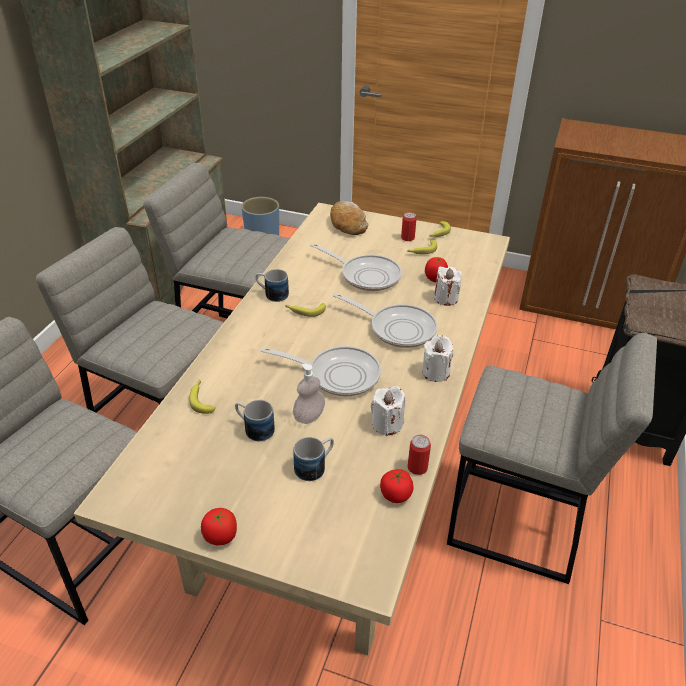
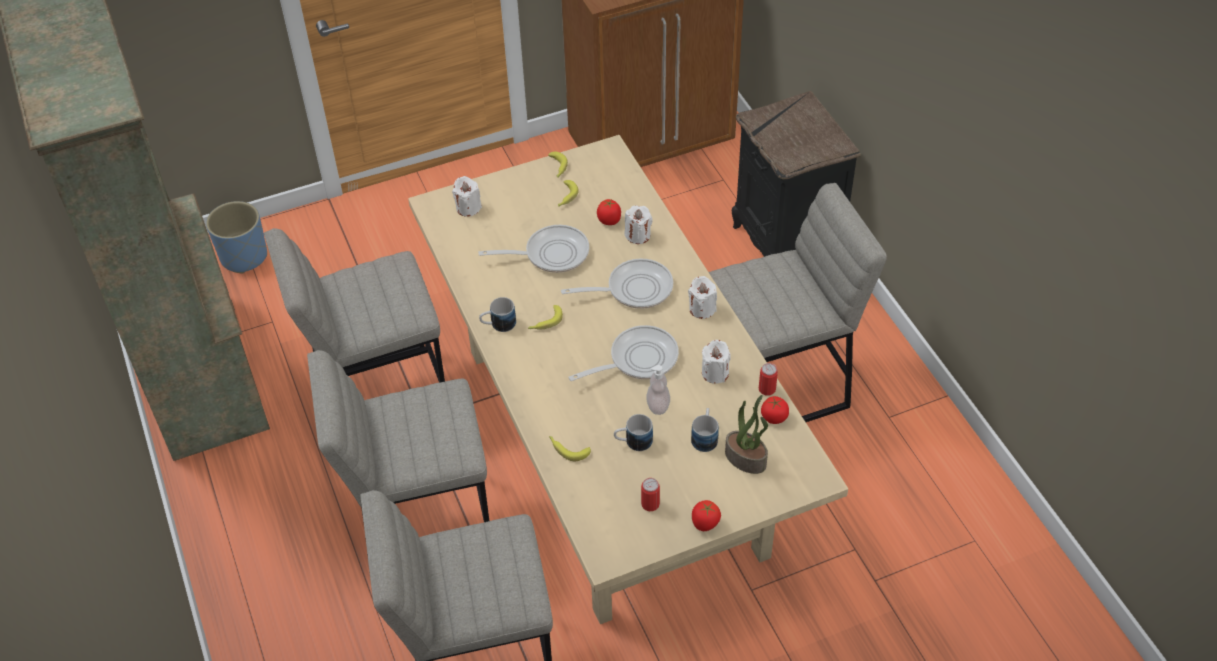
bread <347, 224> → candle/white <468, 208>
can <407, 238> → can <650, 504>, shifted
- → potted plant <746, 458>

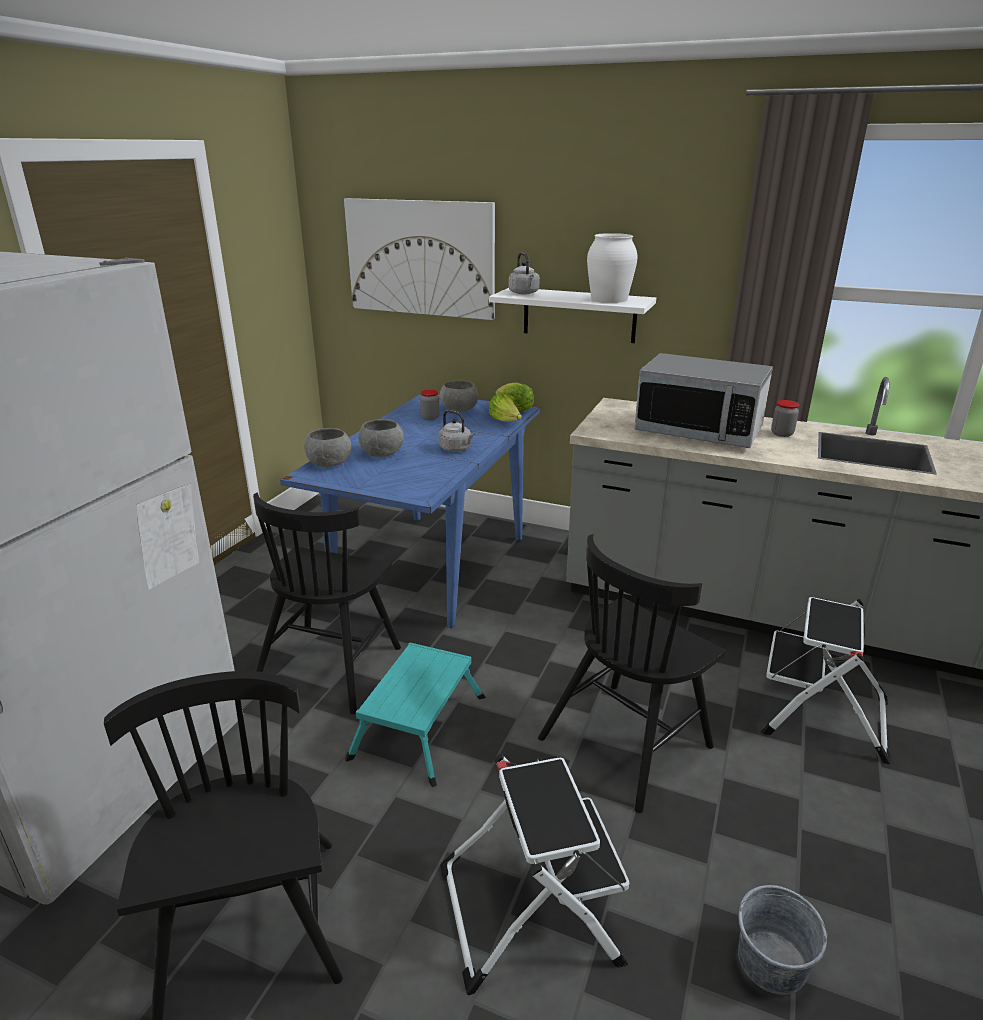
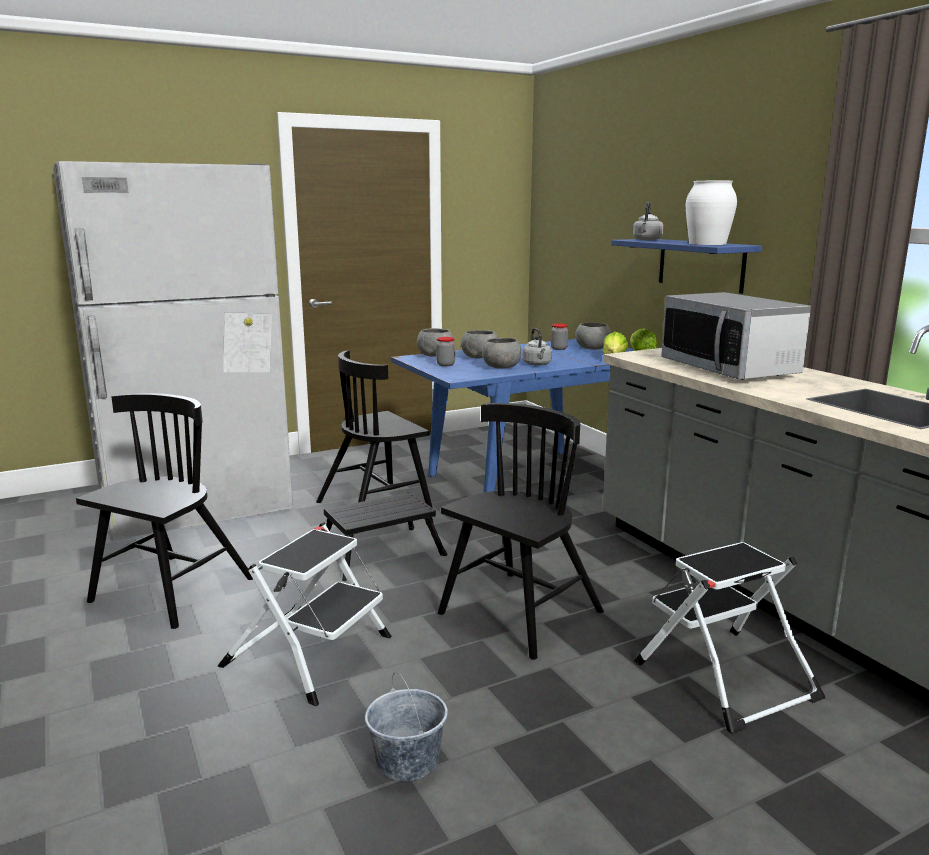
step ladder/turquoise <419, 726> → step ladder/black <381, 552>
jar <782, 434> → jar <445, 364>, shifted
chair/black <630, 737> → chair/black <515, 615>, 135 degrees clockwise
- → bowl/grey <501, 367>
shelf/white <579, 315> → shelf/blue <700, 264>
picture <420, 258> → -

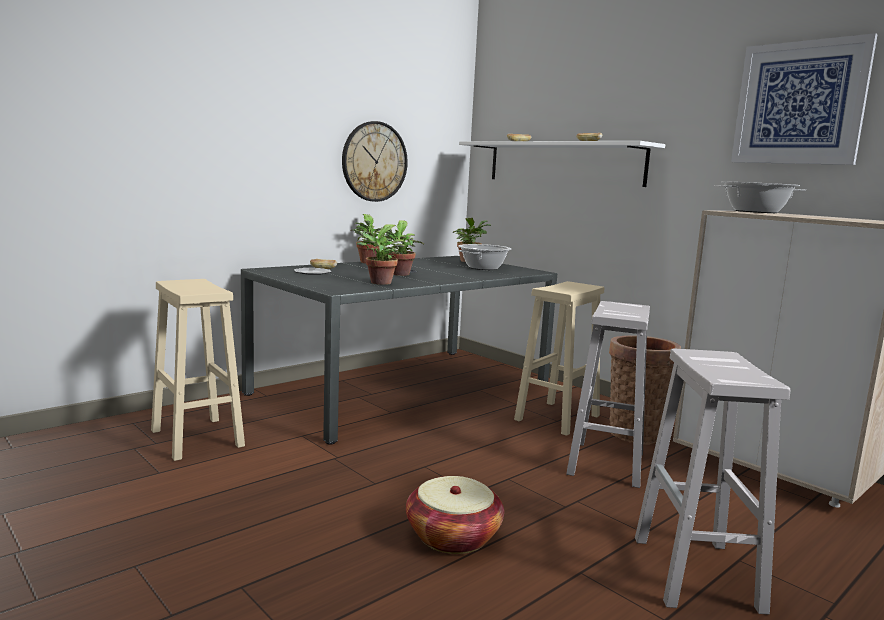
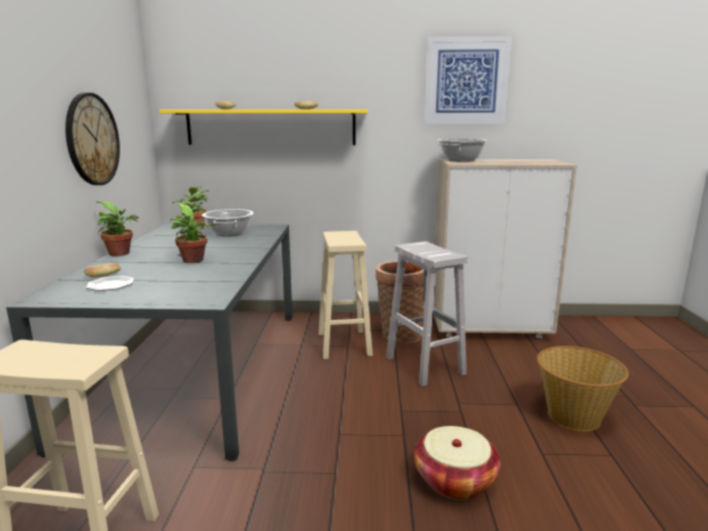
shelf/white <563, 163> → shelf/yellow <271, 127>
stool/white <697, 574> → basket <574, 416>
potted plant <378, 283> → -

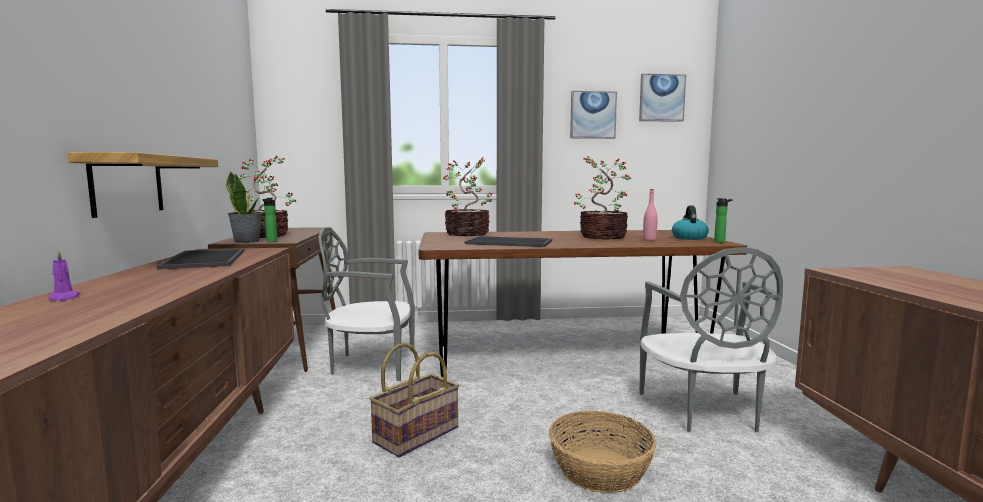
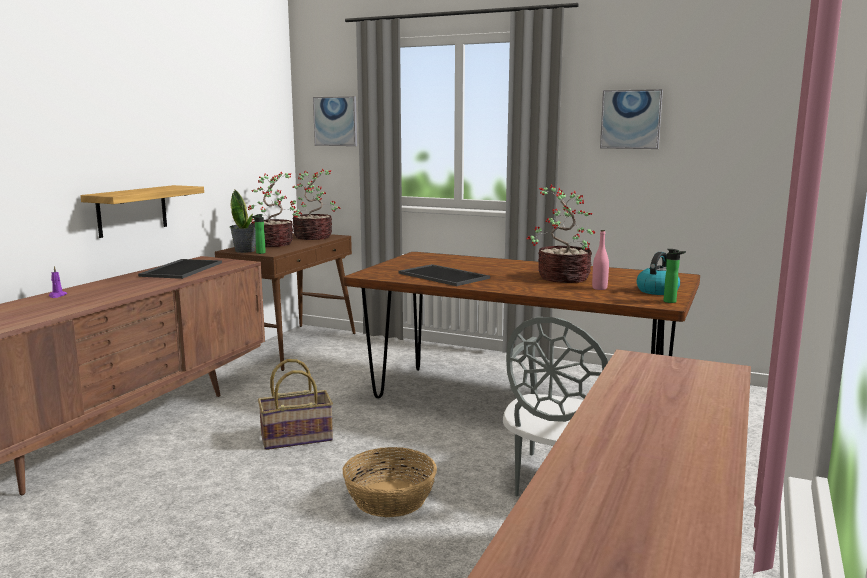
potted plant <468, 234> → potted plant <314, 237>, shifted
picture <661, 98> → picture <335, 121>, shifted
chair/grey <371, 364> → -

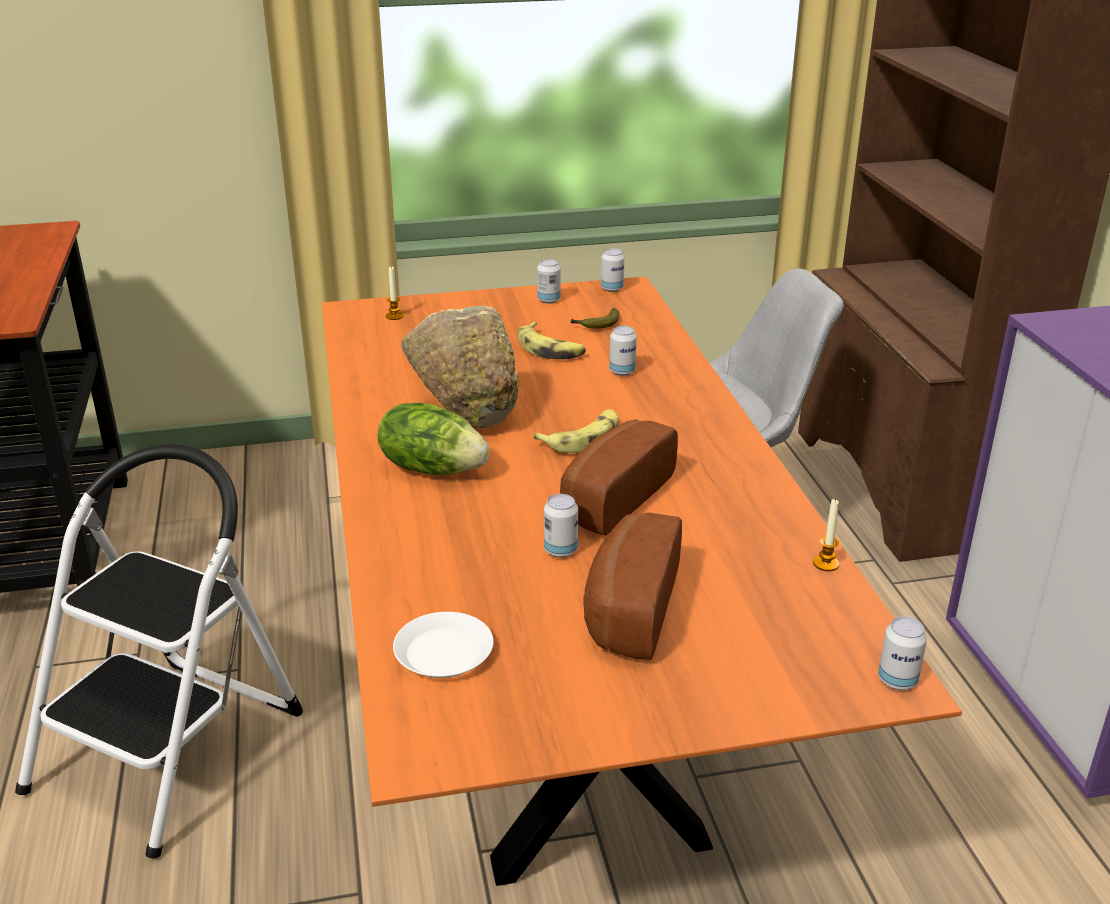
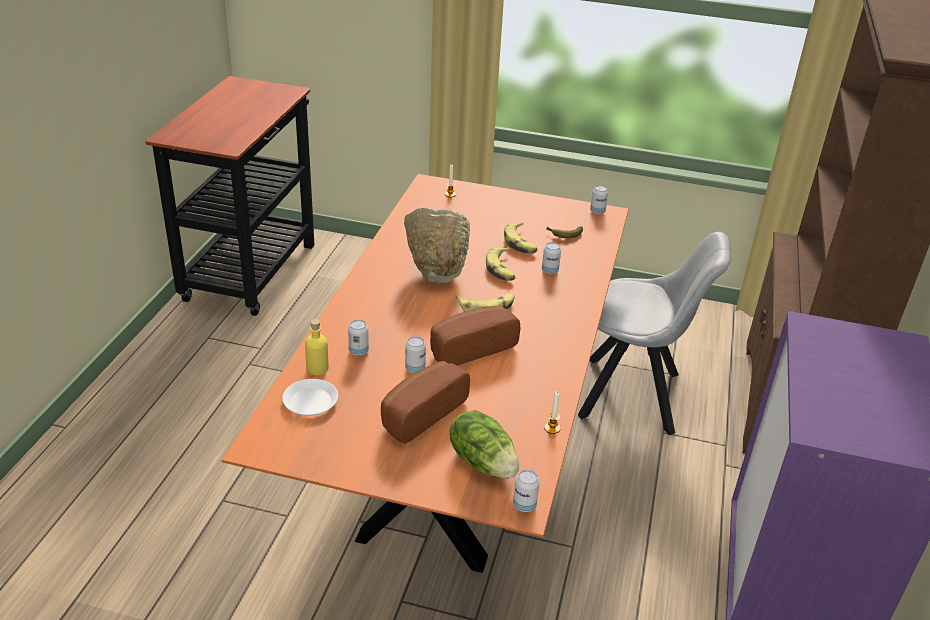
- → bottle/yellow <317, 368>
can <548, 300> → can <358, 351>, shifted
lettuce <432, 468> → lettuce <483, 461>, shifted
- → banana <502, 269>
step ladder <174, 746> → -

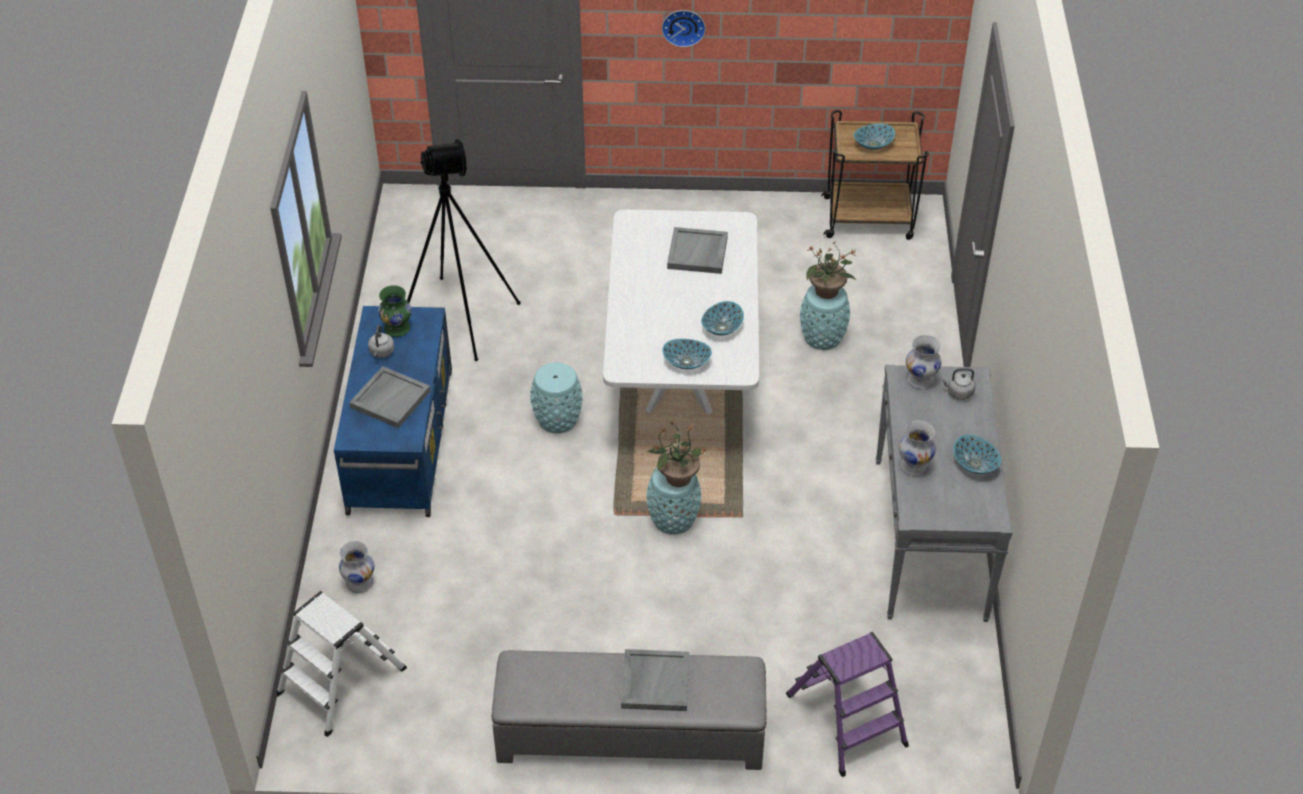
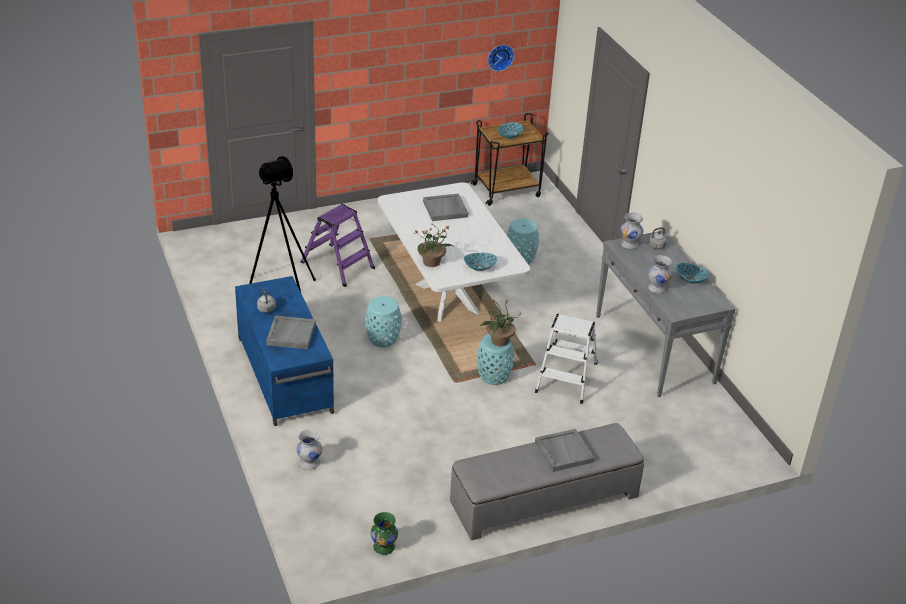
step ladder/purple <846, 719> → step ladder/purple <337, 265>, shifted
vase/green <396, 328> → vase/green <383, 547>, shifted
potted plant <827, 291> → potted plant <432, 262>, shifted
wall clock <683, 26> → wall clock <500, 57>, shifted
step ladder/white <341, 681> → step ladder/white <566, 377>, shifted
bowl <721, 327> → -

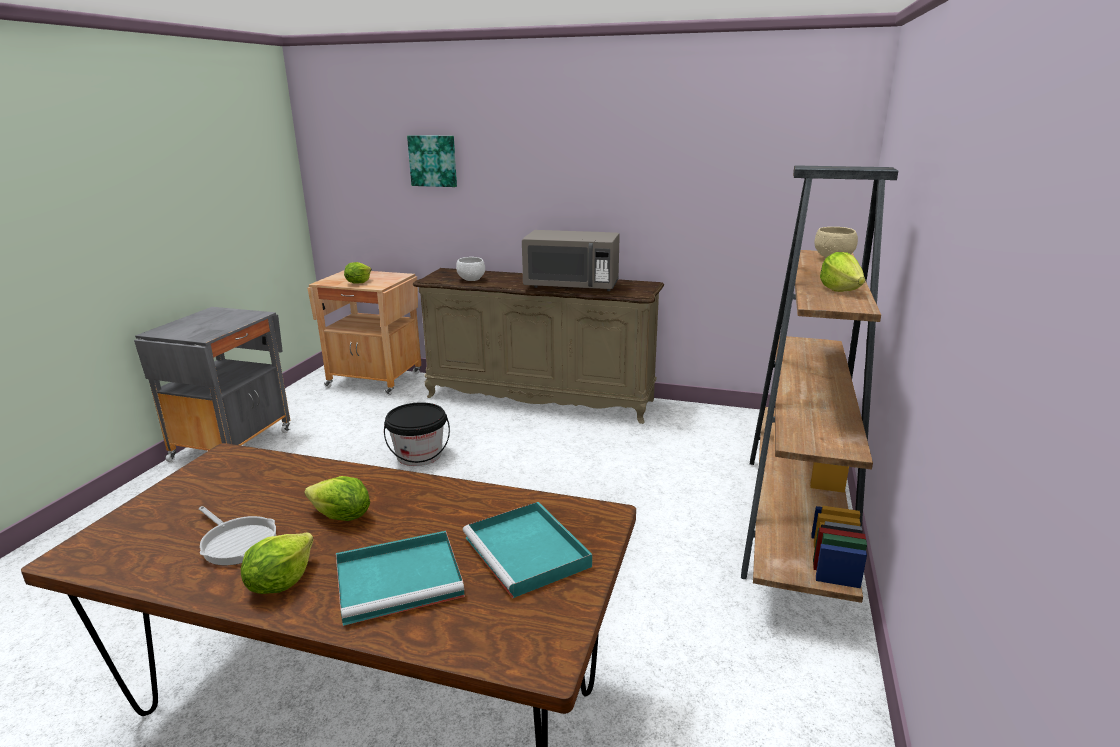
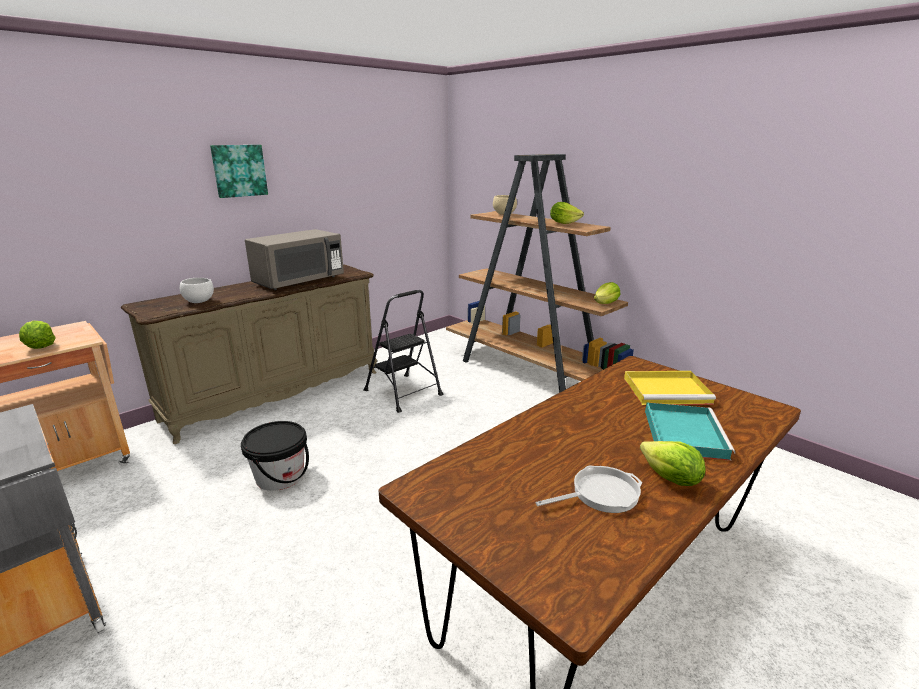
picture <433, 161> → picture <239, 170>, shifted
- → step ladder/black <404, 393>
lettuce <341, 517> → lettuce <606, 304>, shifted
tray/turquoise <528, 553> → tray/yellow <668, 391>

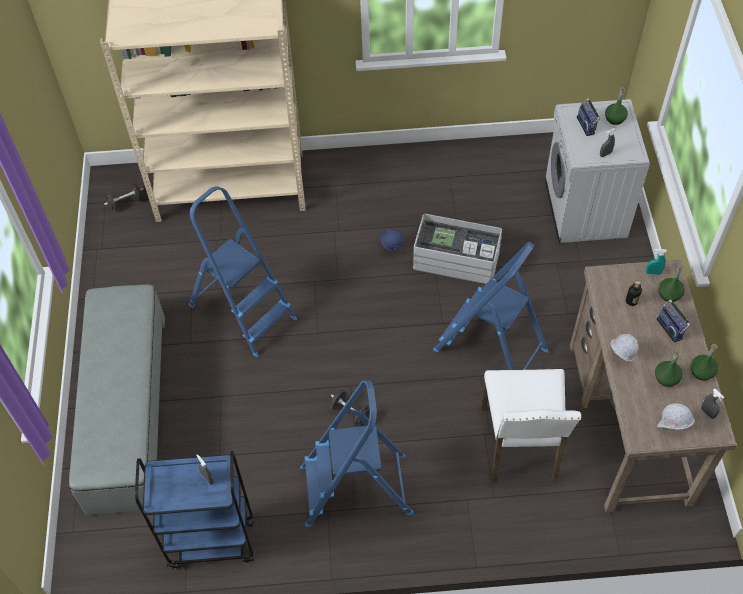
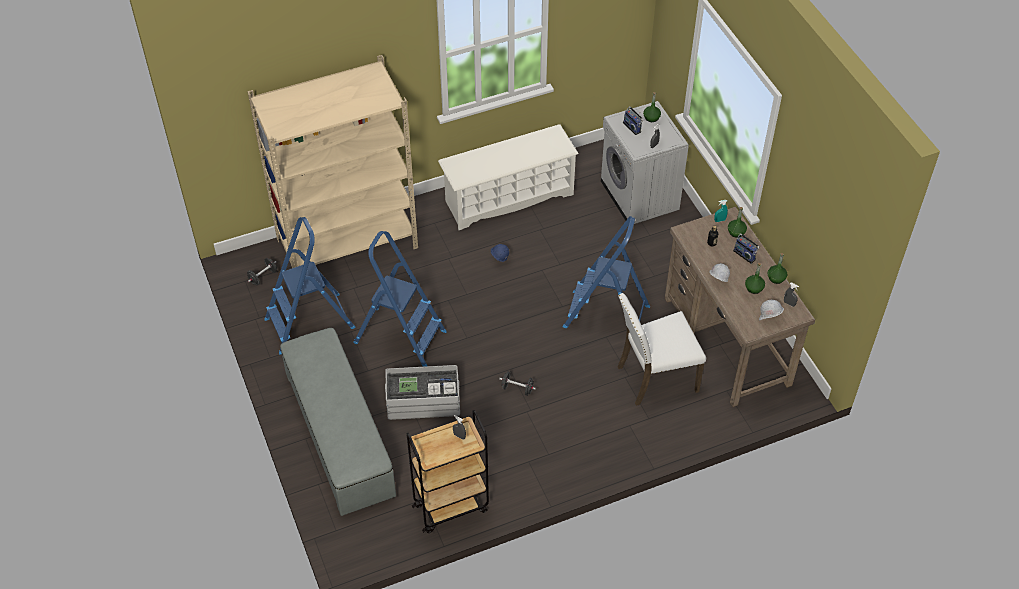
step ladder/blue <354, 490> → step ladder/blue <308, 323>, shifted
storage box/grey <456, 258> → storage box/grey <423, 400>, shifted
cart/blue <212, 546> → cart/brown <450, 510>
- → shoe rack/white <508, 197>
chair/white <521, 445> → chair/white <655, 378>, 90 degrees clockwise

